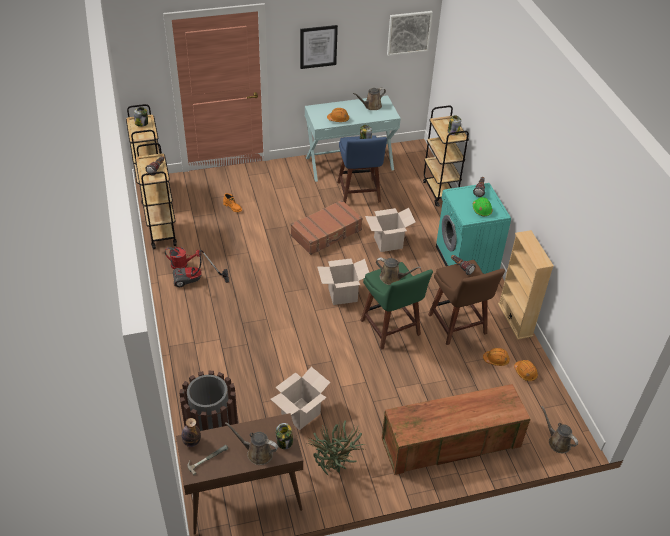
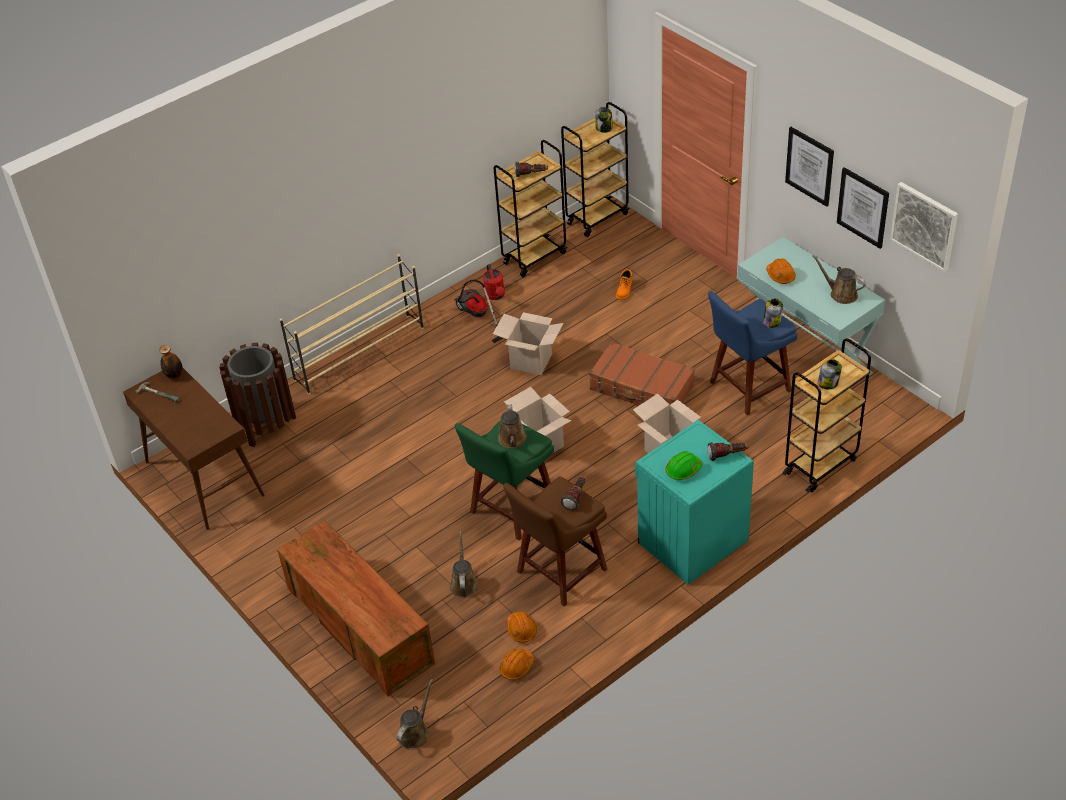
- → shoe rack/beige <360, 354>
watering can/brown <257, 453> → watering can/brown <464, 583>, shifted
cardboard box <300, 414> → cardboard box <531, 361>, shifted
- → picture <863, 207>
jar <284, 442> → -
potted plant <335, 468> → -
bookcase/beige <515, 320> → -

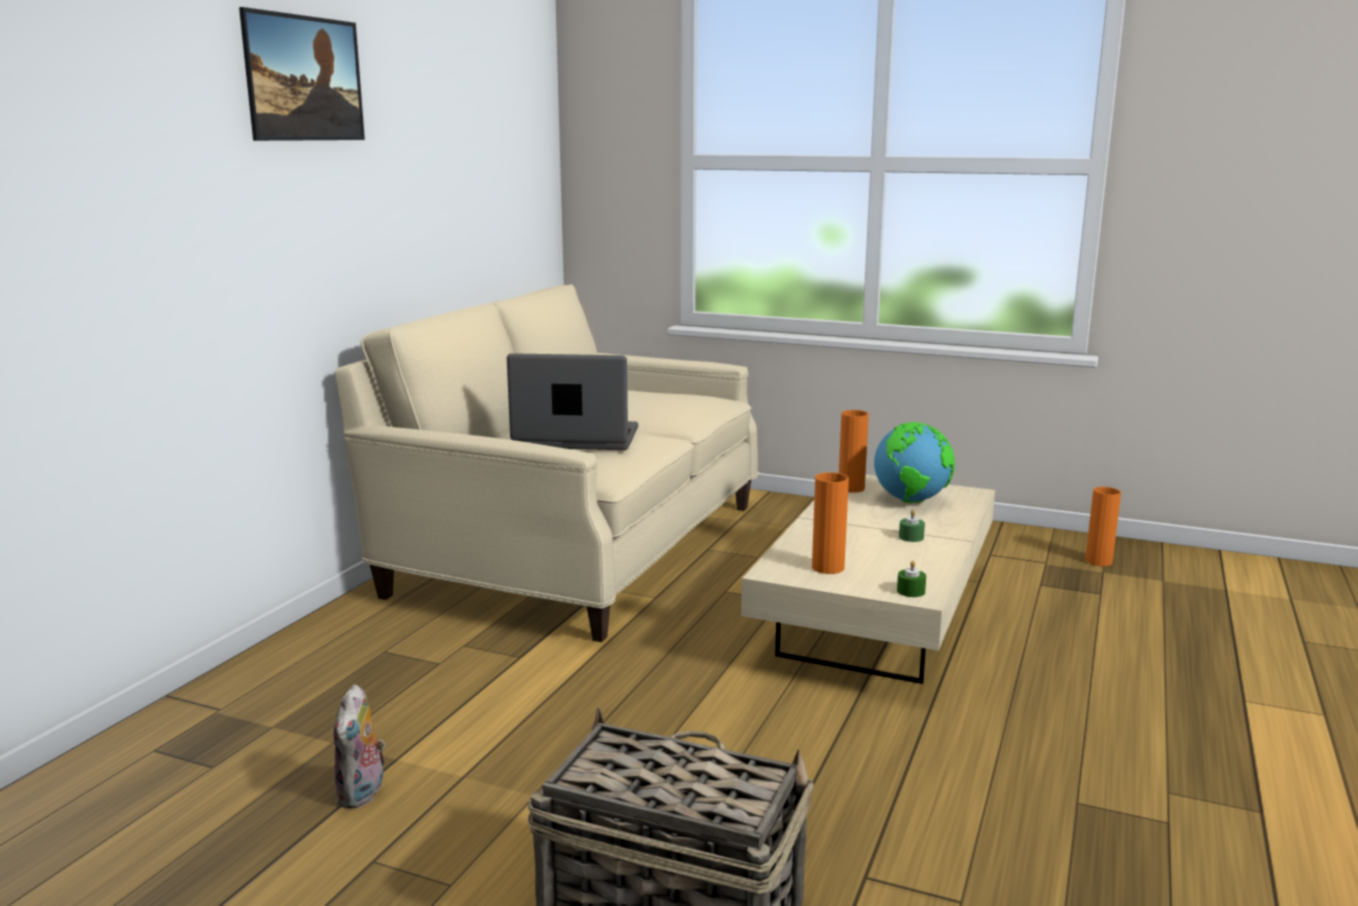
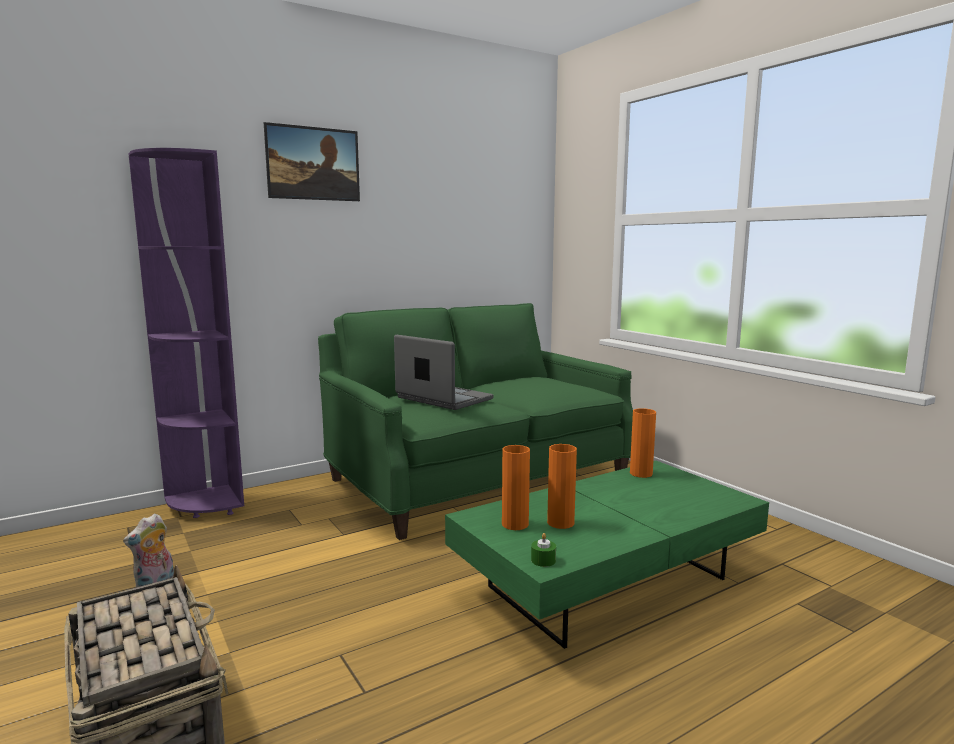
- → bookcase/purple <206, 509>
sofa/beige <575, 547> → sofa/green <475, 478>
coffee table/beige <876, 615> → coffee table/green <607, 582>
vase/orange <1098, 561> → vase/orange <560, 523>, shifted
globe <911, 501> → -
candle/green <911, 537> → -

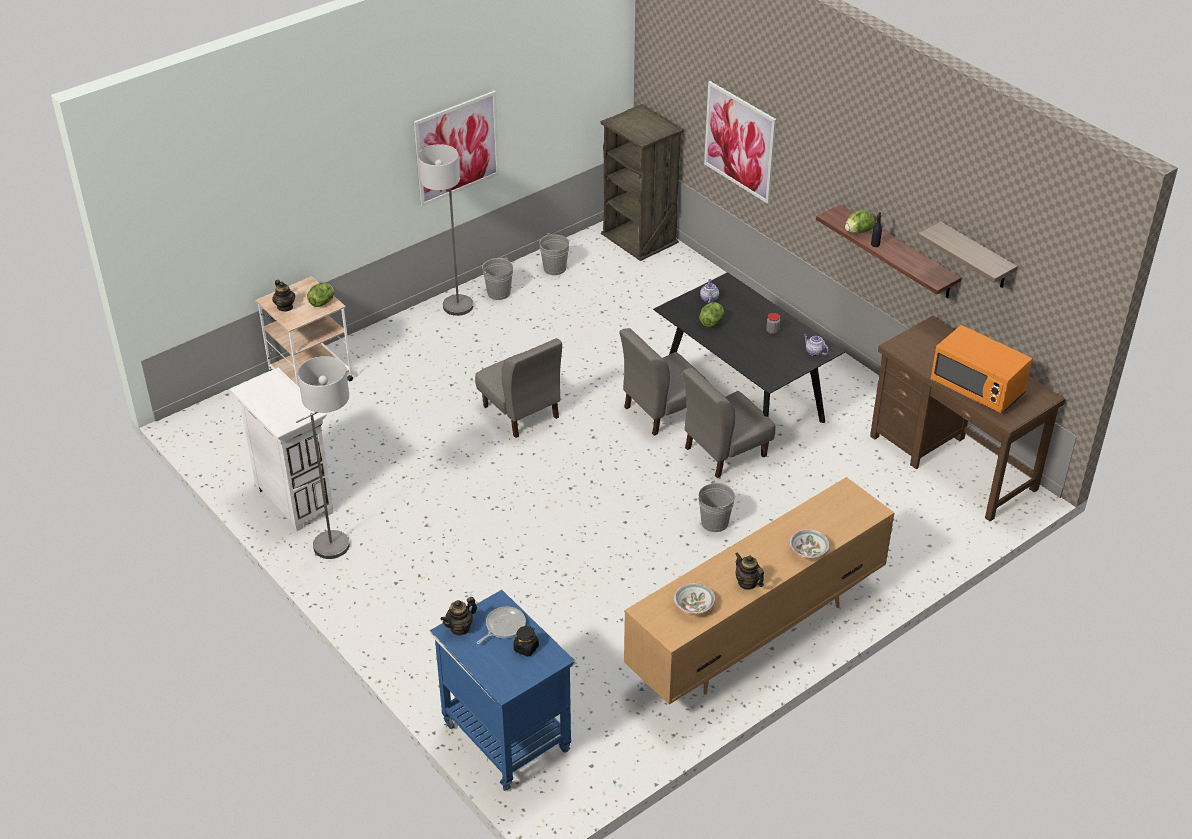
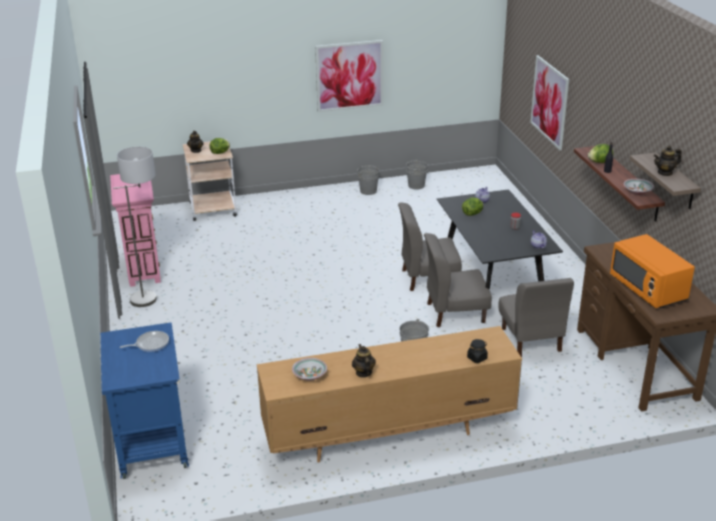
cabinet/white <293, 500> → cabinet/pink <143, 270>
jar/black <526, 648> → jar/black <477, 358>, shifted
chair/grey <521, 412> → chair/grey <531, 340>, shifted
bowl <808, 551> → bowl <637, 192>, shifted
teapot <460, 628> → teapot <665, 172>, shifted
floor lamp/grey <452, 311> → -
bookcase/brown <640, 238> → -

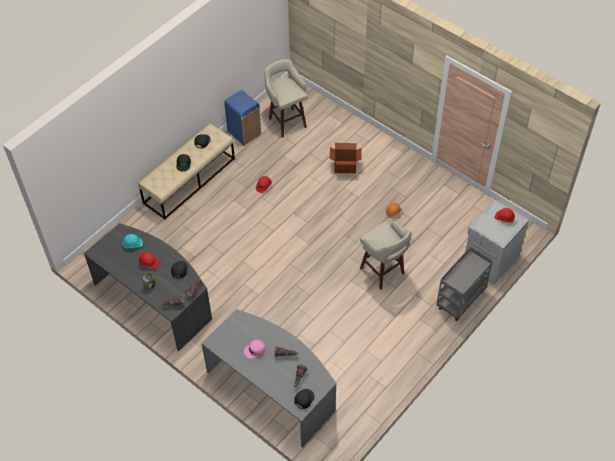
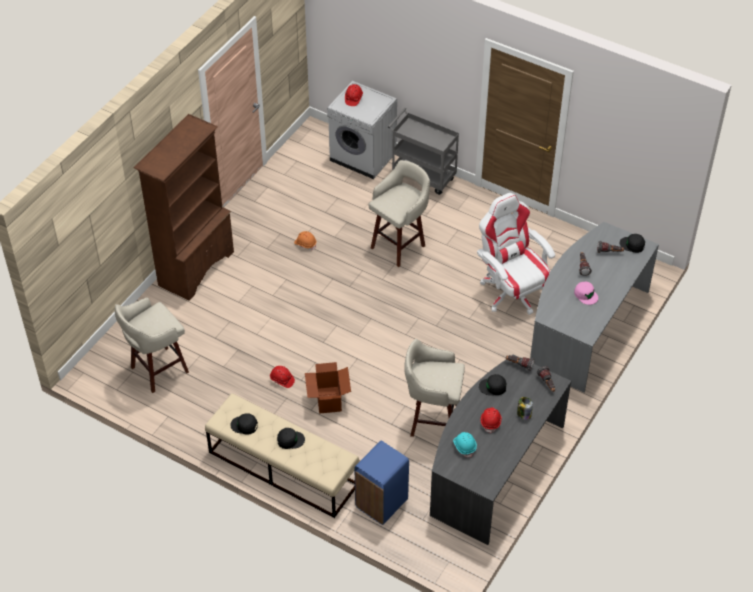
- → bookcase/brown <196, 268>
cardboard box <345, 166> → cardboard box <328, 400>, shifted
trash can/blue <244, 133> → trash can/blue <381, 503>, shifted
- → stool/beige <432, 421>
- → office chair/white <512, 292>

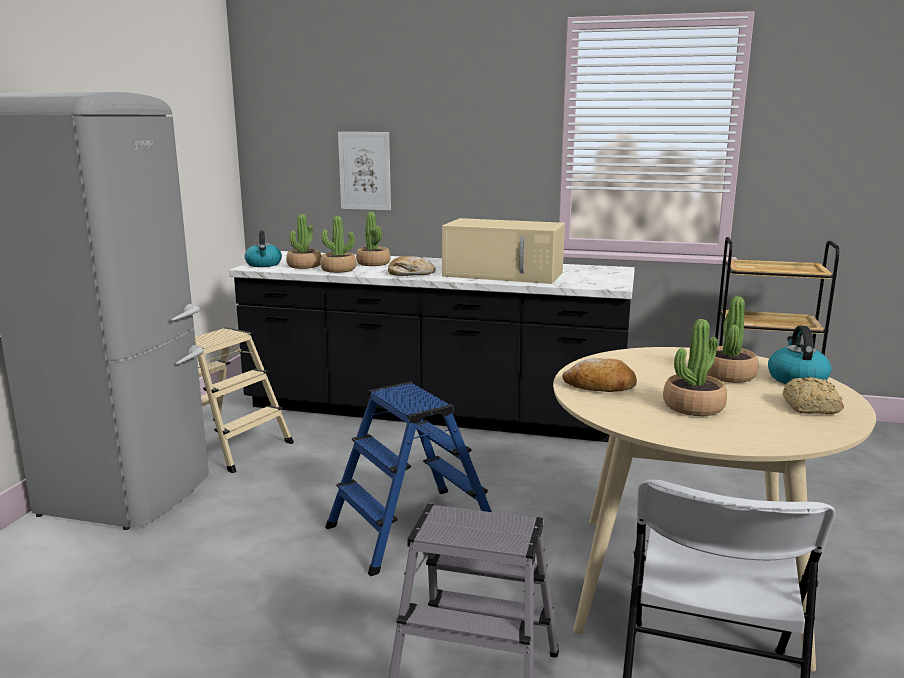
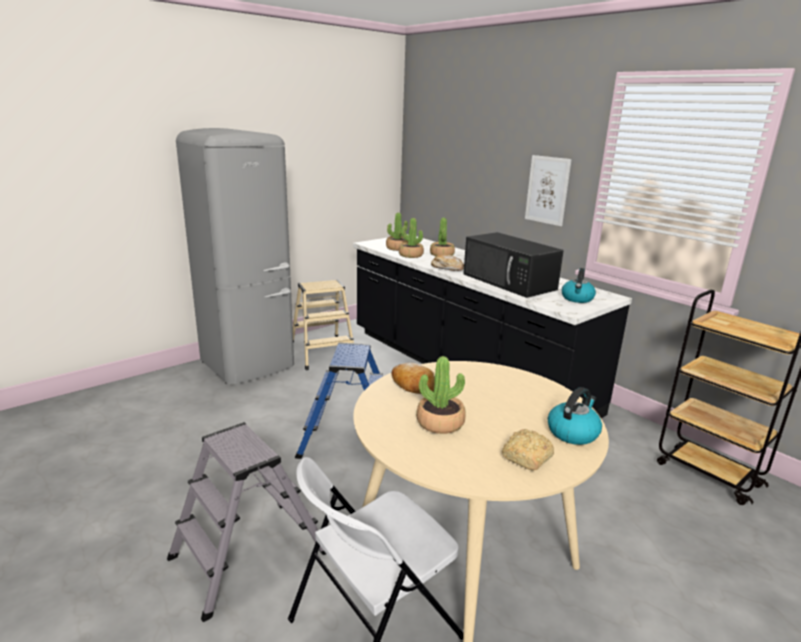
microwave/beige <505, 274> → microwave/black <510, 282>
picture <365, 171> → picture <547, 190>, shifted
kettle <264, 264> → kettle <577, 299>, shifted
potted plant <727, 375> → -

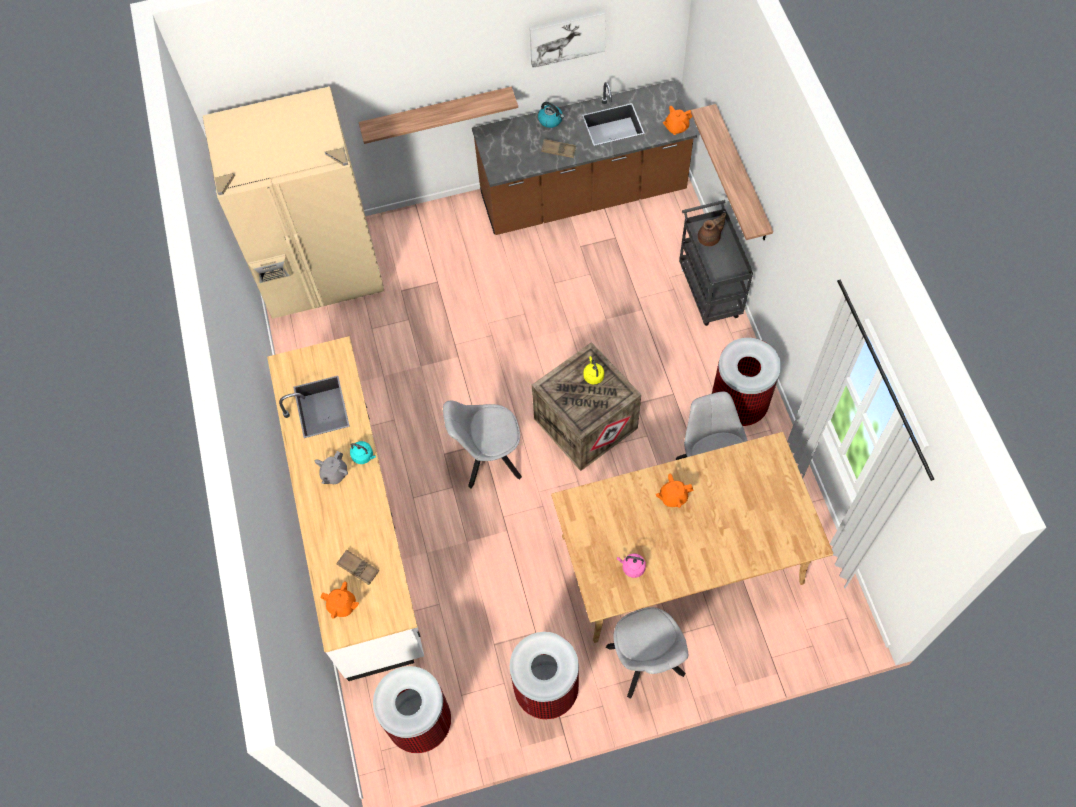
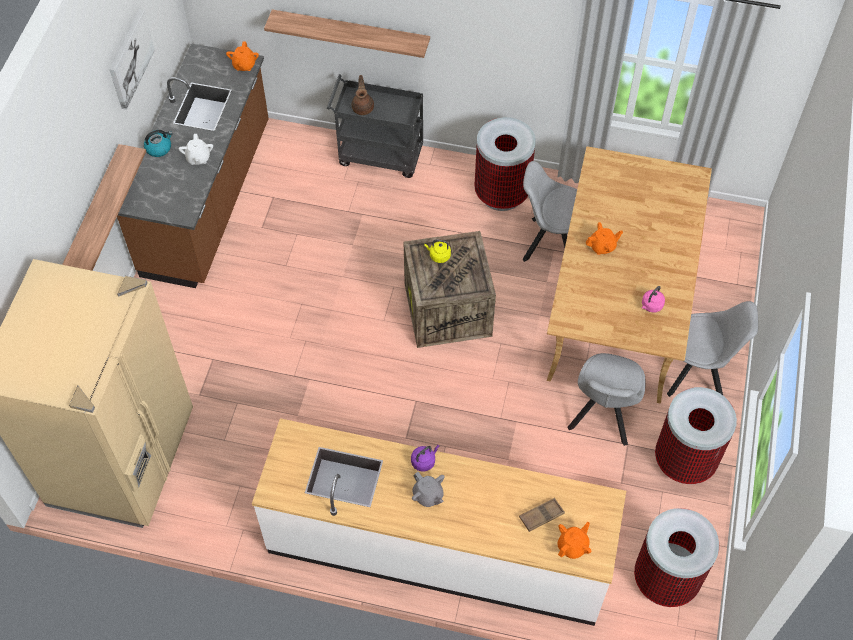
tray/brown <558, 150> → teapot/white <198, 158>
kettle/turquoise <364, 456> → kettle/purple <424, 461>
chair/grey <488, 458> → chair/grey <602, 415>, shifted
teapot/orange <673, 497> → teapot/orange <602, 246>, 120 degrees counterclockwise

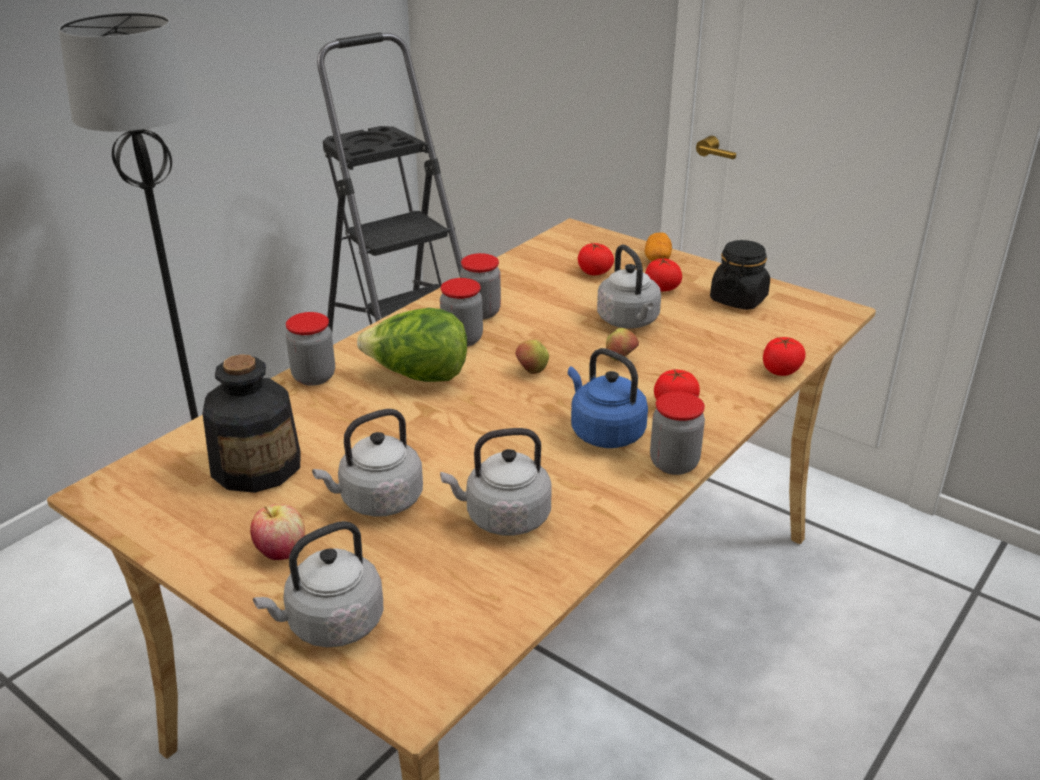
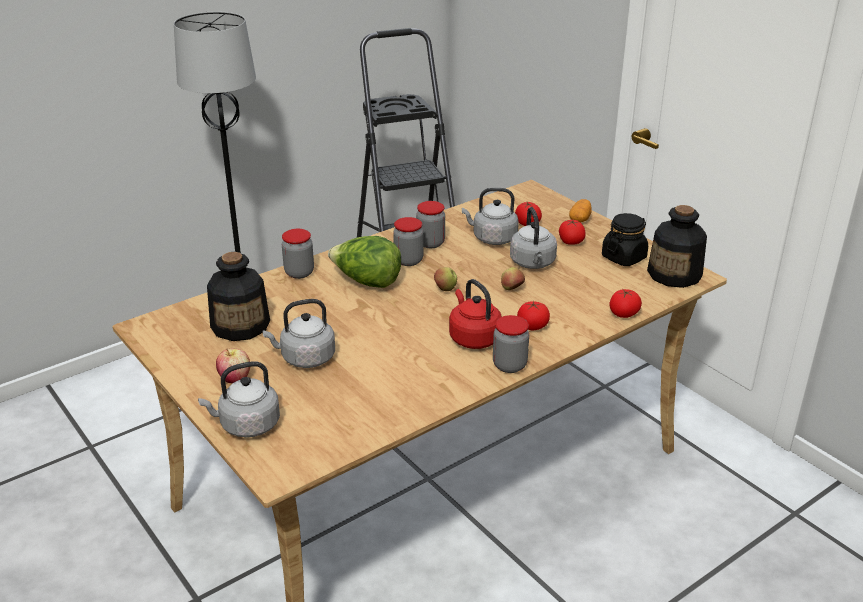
kettle/blue <604, 432> → kettle/red <473, 337>
kettle/grey <503, 518> → kettle/grey <492, 238>, shifted
- → bottle <675, 274>

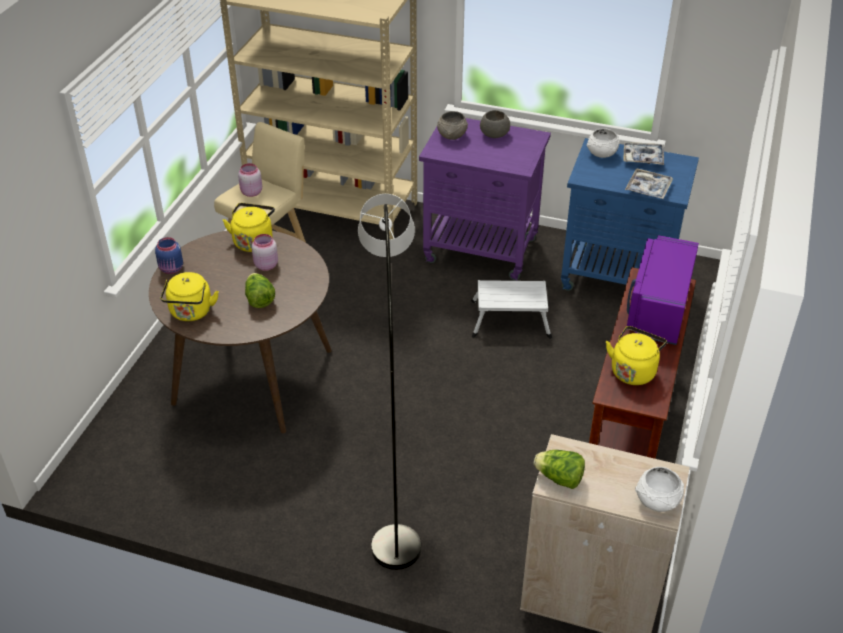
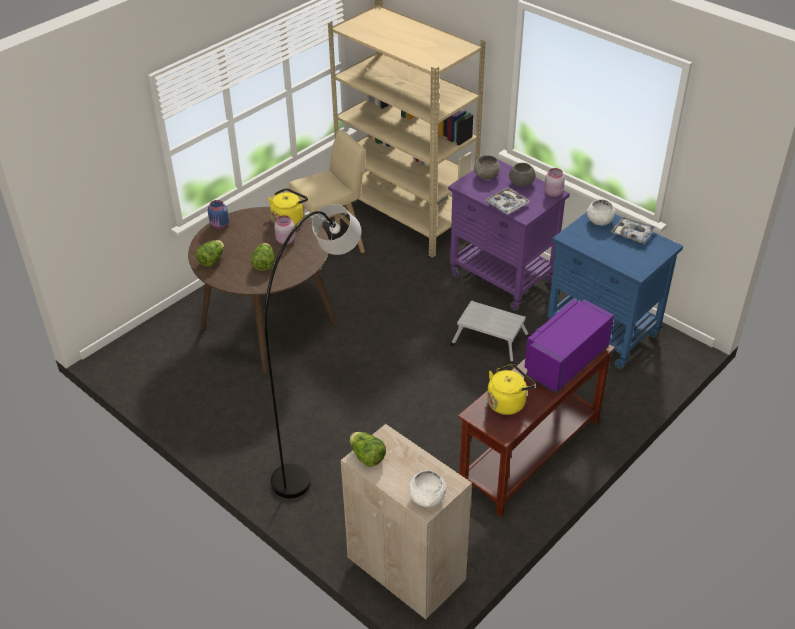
kettle/yellow <191, 313> → lettuce <212, 260>
tray <648, 188> → tray <506, 205>, shifted
jar/pink <251, 192> → jar/pink <552, 193>, shifted

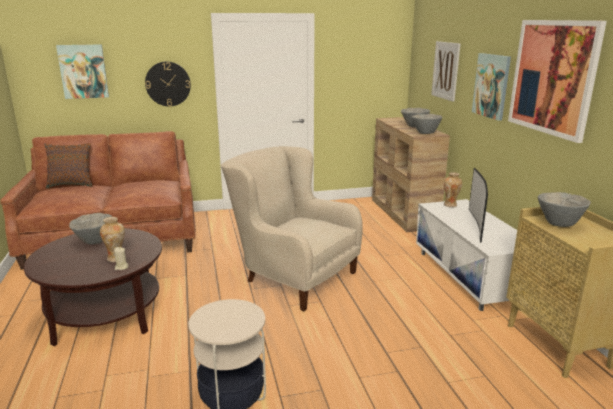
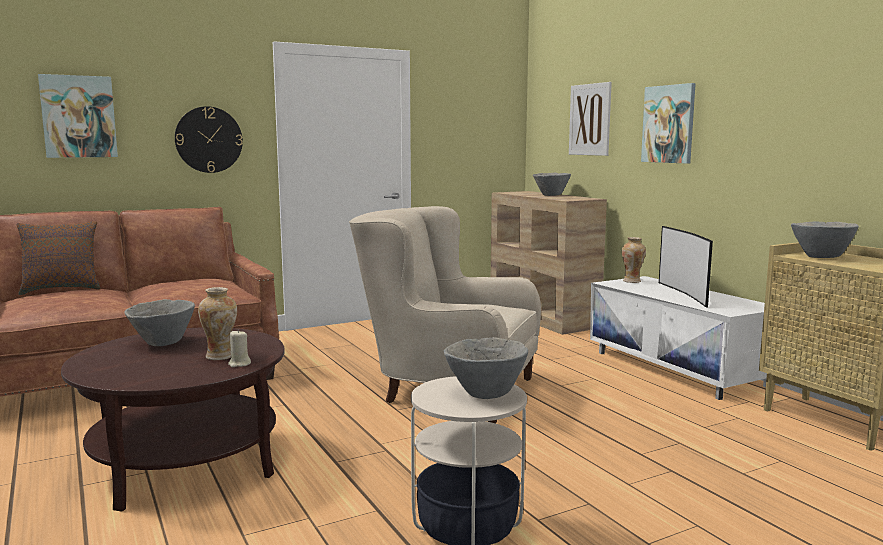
bowl/grey <425, 133> → bowl/grey <485, 394>, shifted
picture <553, 77> → -

